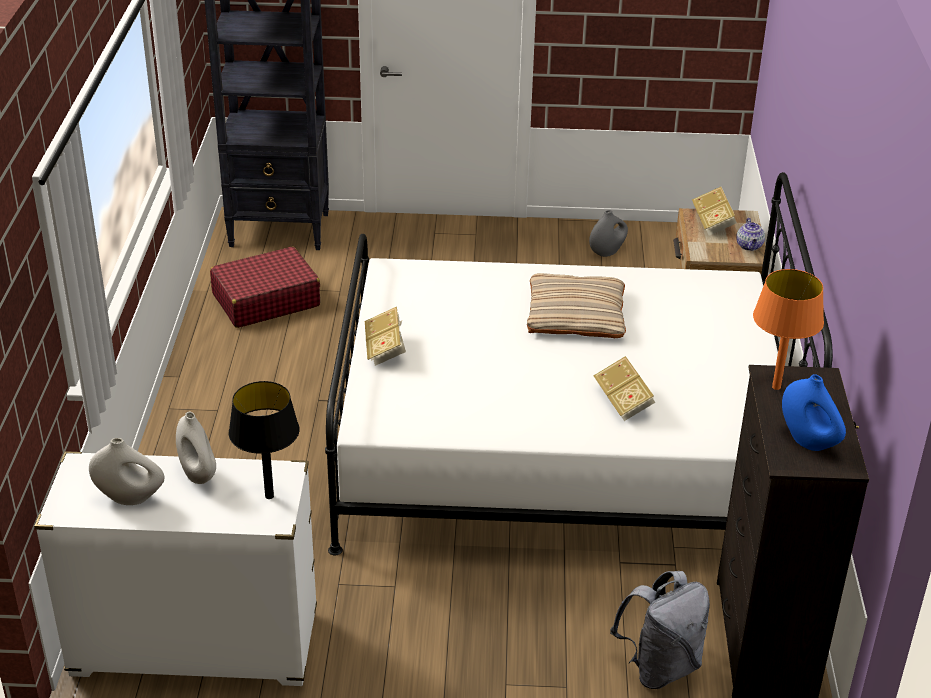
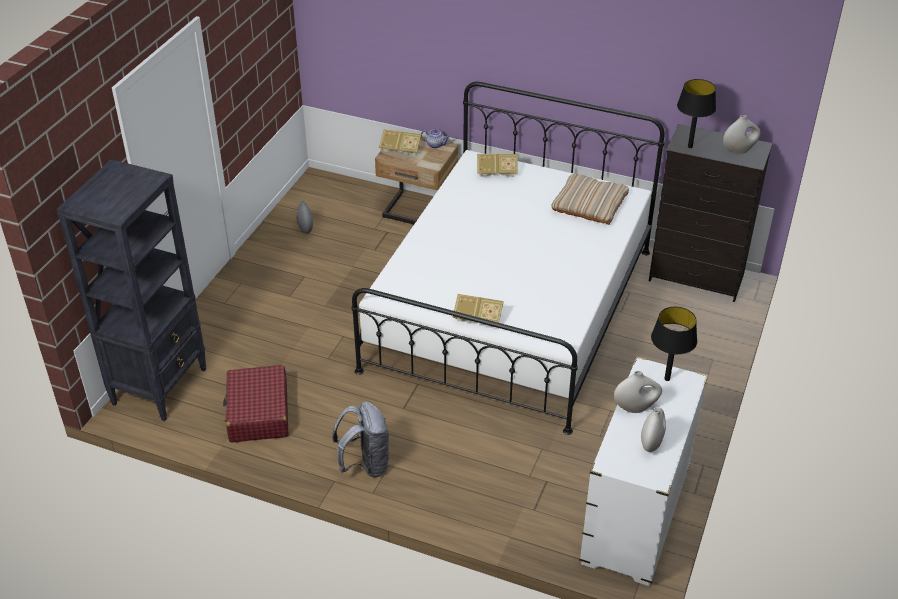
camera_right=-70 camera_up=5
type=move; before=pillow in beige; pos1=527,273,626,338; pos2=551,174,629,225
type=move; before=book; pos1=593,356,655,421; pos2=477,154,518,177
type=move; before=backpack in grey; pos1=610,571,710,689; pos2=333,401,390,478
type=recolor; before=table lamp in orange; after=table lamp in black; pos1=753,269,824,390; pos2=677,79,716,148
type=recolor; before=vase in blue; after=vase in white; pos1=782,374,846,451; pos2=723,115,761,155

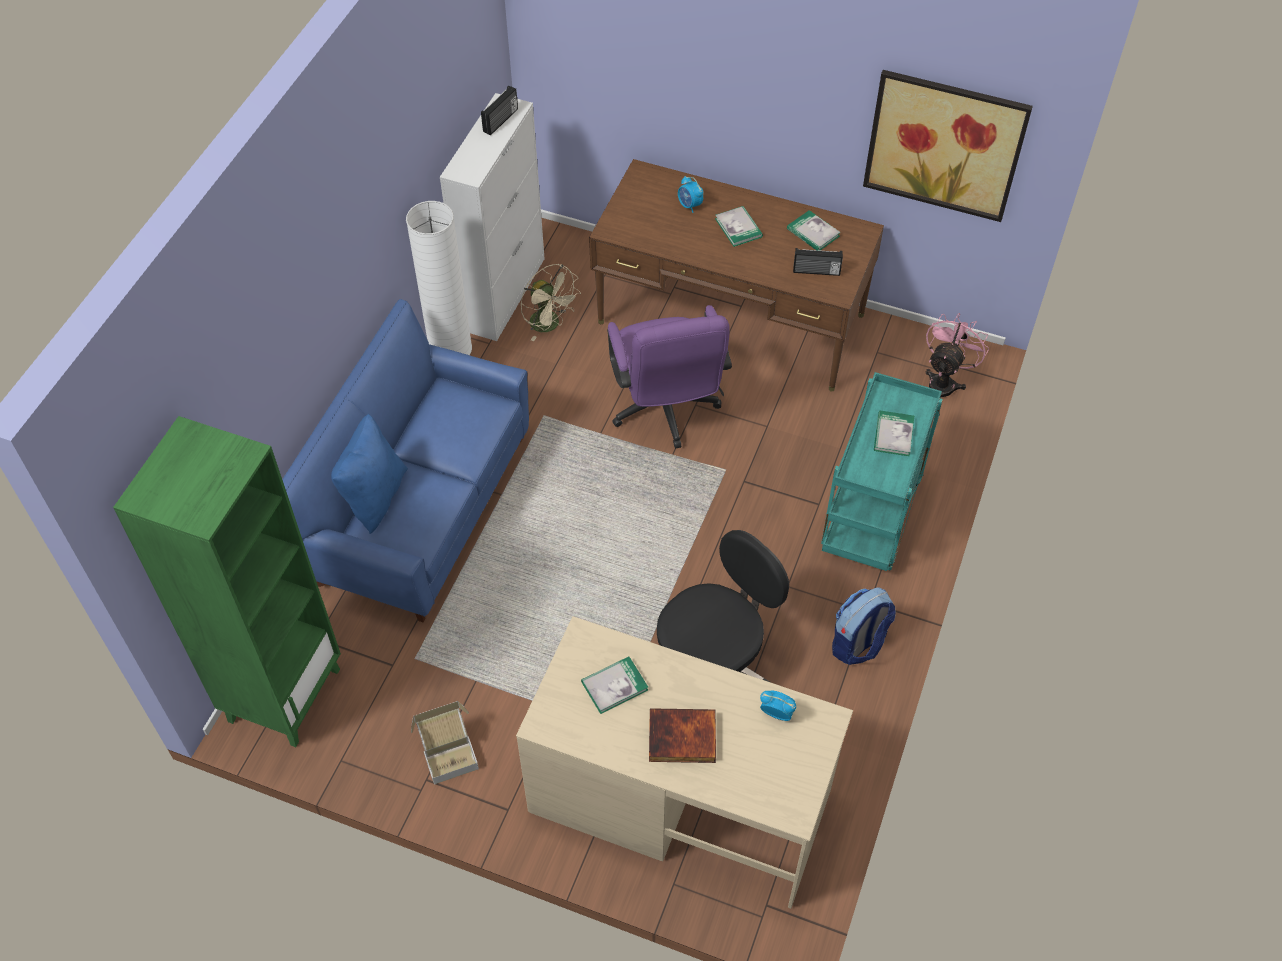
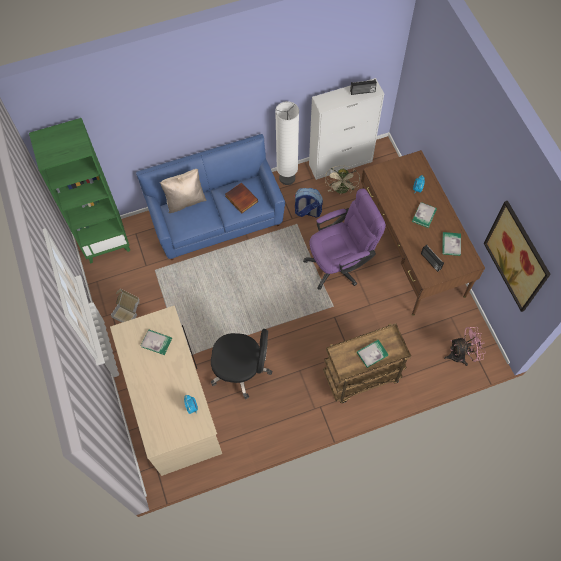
camera_right=50 camera_up=10
type=recolor; before=pillow in blue; after=pillow in beige; pos1=331,414,408,534; pos2=160,169,207,213
type=rotate; before=office chair in purple; pos1=607,305,732,449; pos2=303,188,386,290; turn=-150
type=move; before=book; pos1=649,708,716,763; pos2=225,183,258,214
type=recolor; before=cart in turquoise; after=cart in brown; pos1=821,372,943,571; pos2=323,323,411,403
type=move; before=backpack; pos1=832,587,896,665; pos2=294,188,323,217

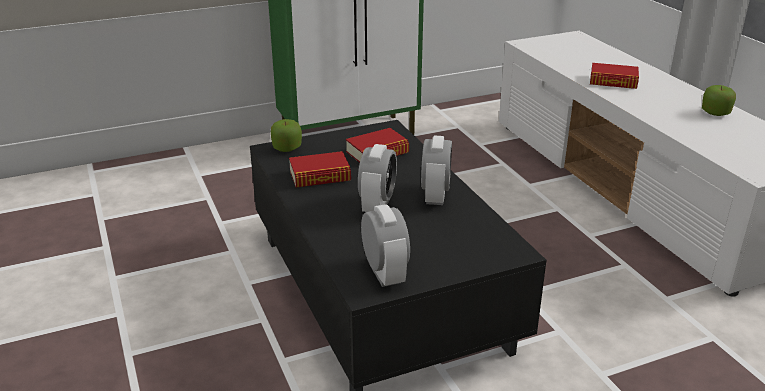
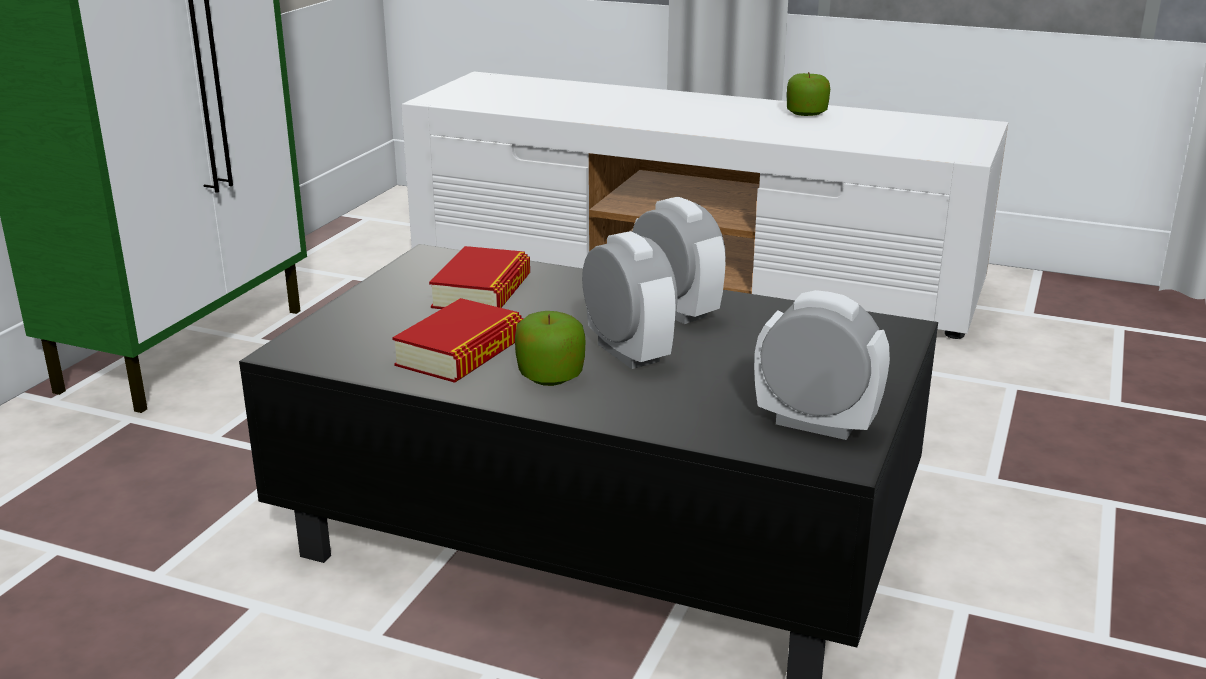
camera_right=-45 camera_up=-5
type=move; before=apple; pos1=271,119,302,152; pos2=515,311,585,386
type=delete; before=book; pos1=590,63,639,89

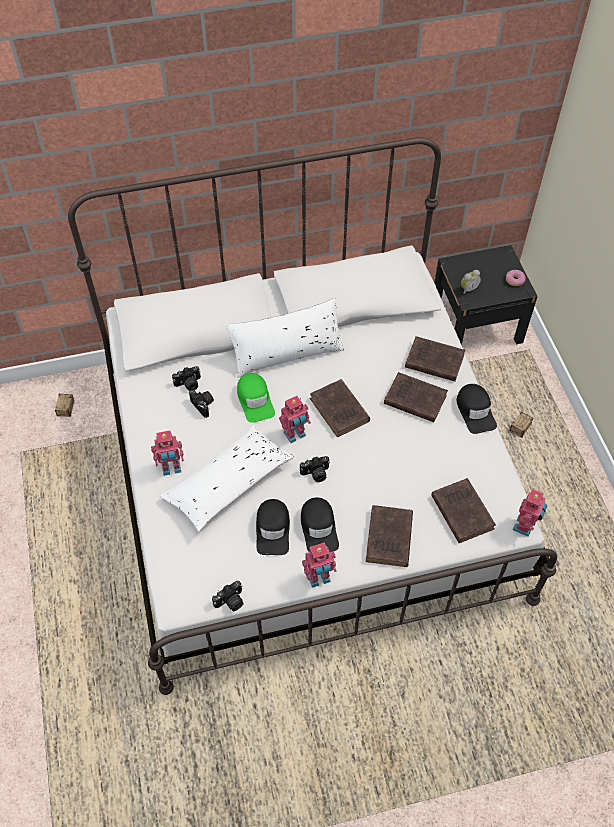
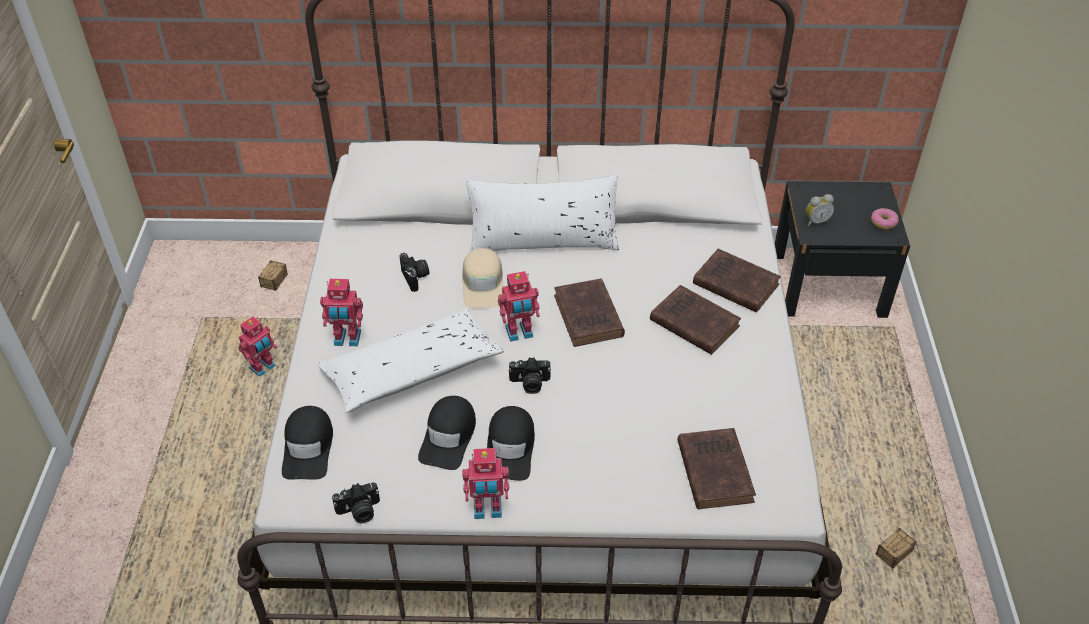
camera_right=15 camera_up=-10
type=delete; before=photo camera; pos1=172,366,201,391
type=recolor; before=cap in green; after=cap in beige; pos1=237,373,275,423; pos2=462,248,503,308
type=delete; before=book in brown; pos1=366,505,413,567
type=move; before=cap in black; pos1=456,384,497,434; pos2=282,406,333,480
type=move; before=storage box; pos1=510,412,533,438; pos2=875,528,916,569
type=move; before=toy robot; pos1=513,489,547,537; pos2=239,317,277,377

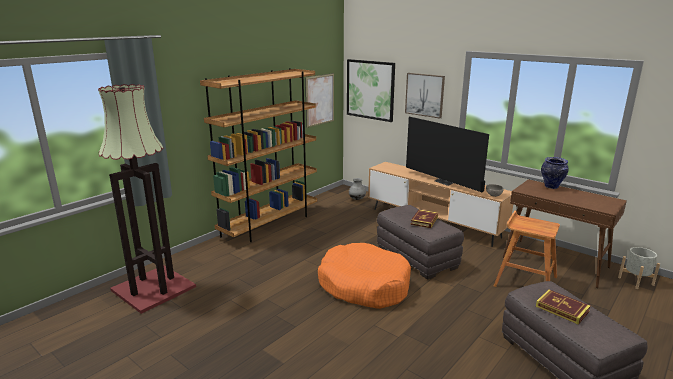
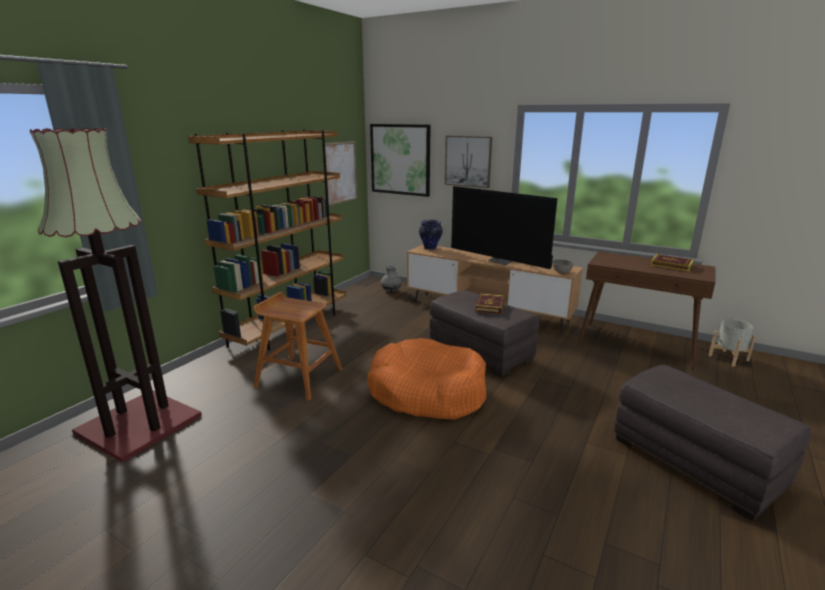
camera_right=-10 camera_up=0
type=move; before=stool in brown; pos1=494,211,560,287; pos2=253,292,342,401
type=move; before=book; pos1=536,290,591,325; pos2=650,254,694,272
type=move; before=vase; pos1=541,157,568,189; pos2=419,220,442,250

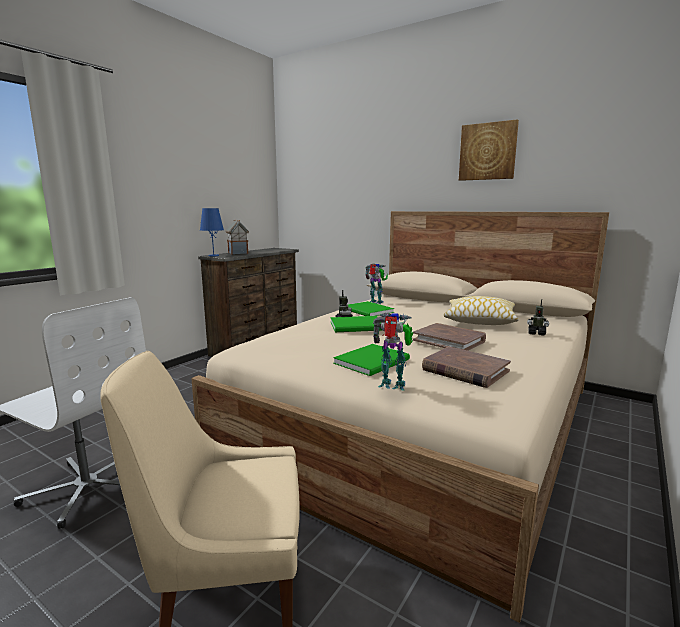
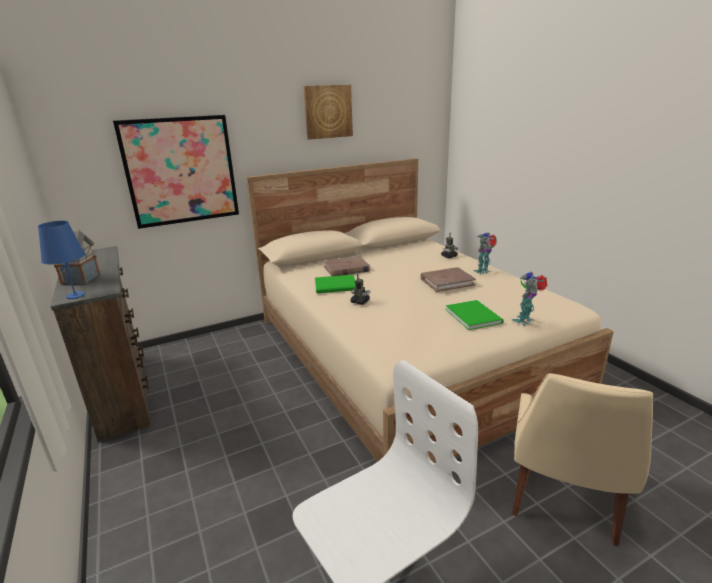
camera_right=-60 camera_up=10
type=delete; before=book in green; pos1=330,316,383,332
type=move; before=toy robot; pos1=365,263,388,304; pos2=474,232,497,275
type=move; before=book in brown; pos1=422,346,511,388; pos2=323,256,370,276
type=delete; before=pillow; pos1=444,296,518,325
type=insert; after=picture; pos2=113,115,239,229

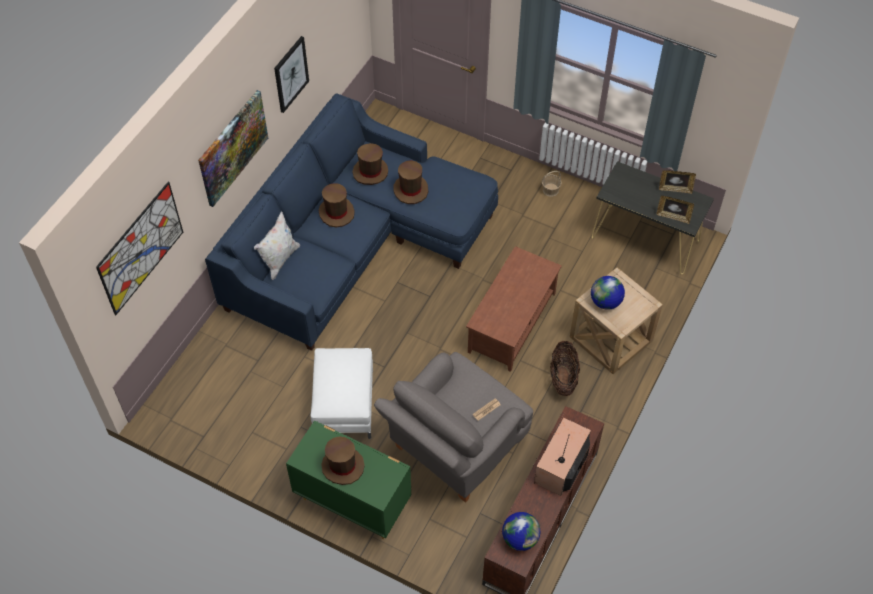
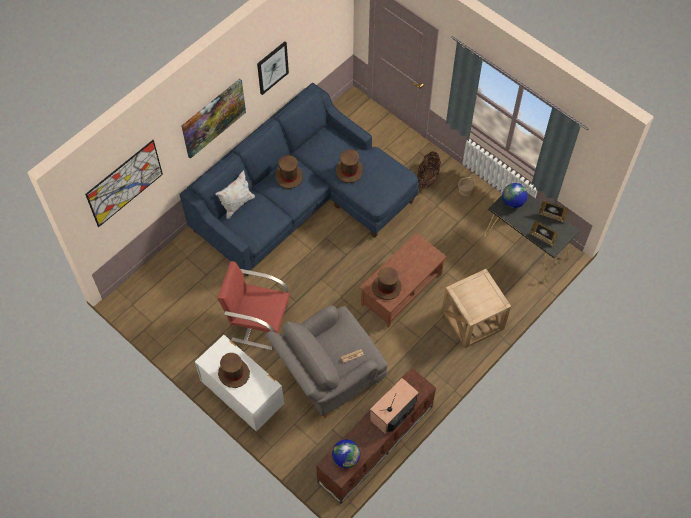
camera_right=15 camera_up=5
type=recolor; before=dresser in green; after=dresser in white; pos1=286,420,411,539; pos2=195,335,284,431
type=replace; before=ottoman in white; after=armchair in red; pos1=311,348,373,439; pos2=217,261,290,351
type=move; before=hat in brown; pos1=353,143,388,185; pos2=372,267,401,300
type=move; before=basket; pos1=550,341,580,396; pos2=417,151,441,189
type=move; before=globe; pos1=591,276,625,310; pos2=502,183,528,208

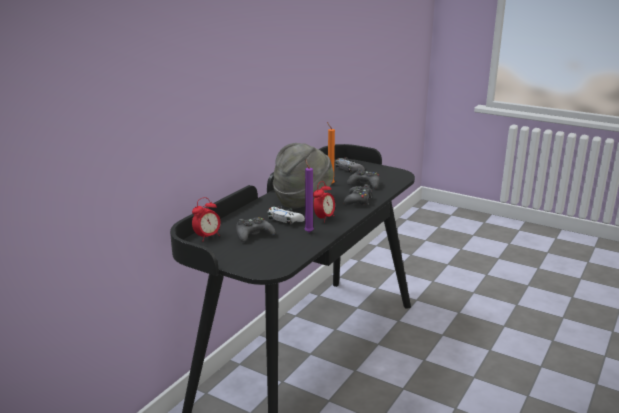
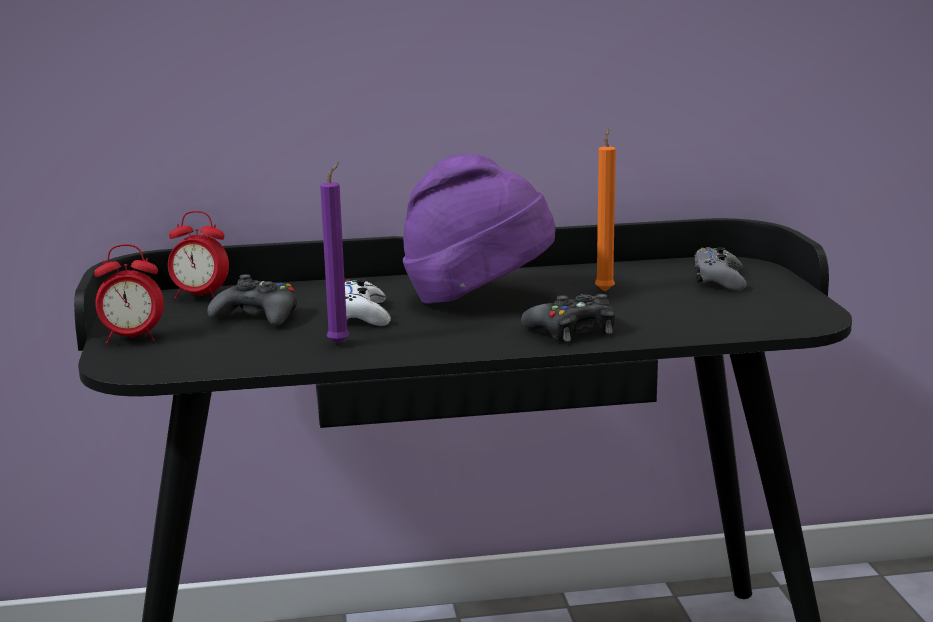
camera_right=50 camera_up=-5
type=recolor; before=hat in grey; after=hat in purple; pos1=273,143,334,209; pos2=403,154,555,304
type=move; before=alarm clock; pos1=313,181,335,223; pos2=94,244,164,344
type=delete; before=game controller in black; pos1=347,168,380,189

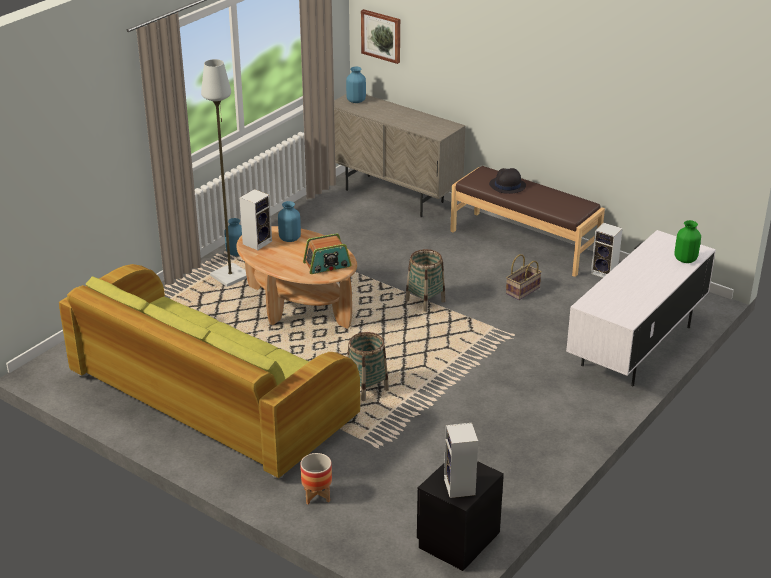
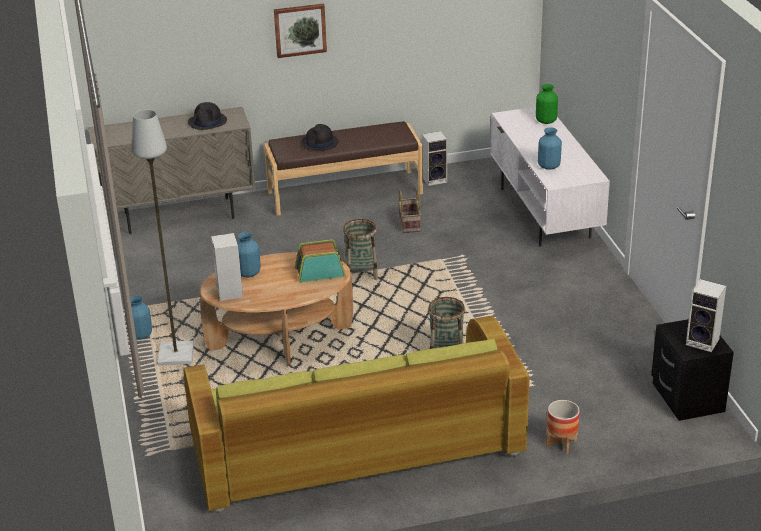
camera_right=-50 camera_up=0
type=rotate; before=radio; pos1=303,233,352,274; pos2=295,239,346,282; turn=-120
type=move; before=vase in blue; pos1=346,67,366,103; pos2=538,127,562,170
type=move; before=picture; pos1=361,9,400,64; pos2=274,3,327,58
type=insert; after=hat in black; pos2=188,102,227,130

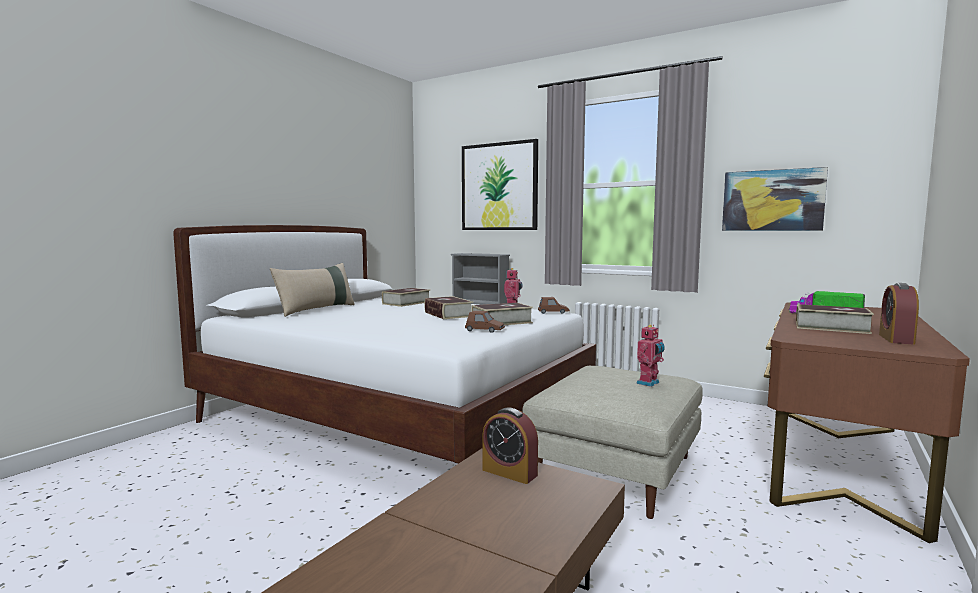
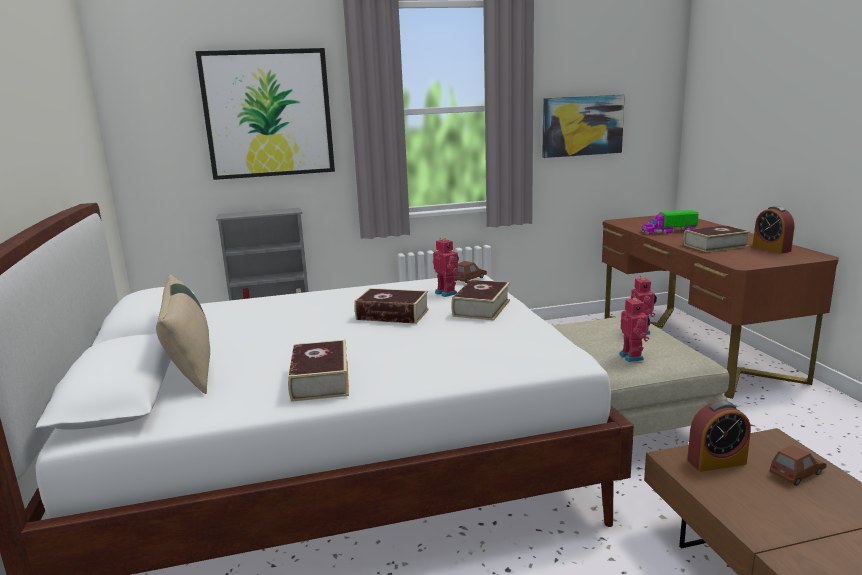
camera_right=-45 camera_up=10
type=move; before=book; pos1=382,288,431,307; pos2=288,340,349,402
type=move; before=toy car in brown; pos1=465,311,505,333; pos2=770,445,827,486
type=insert; after=toy robot; pos2=619,298,650,362

